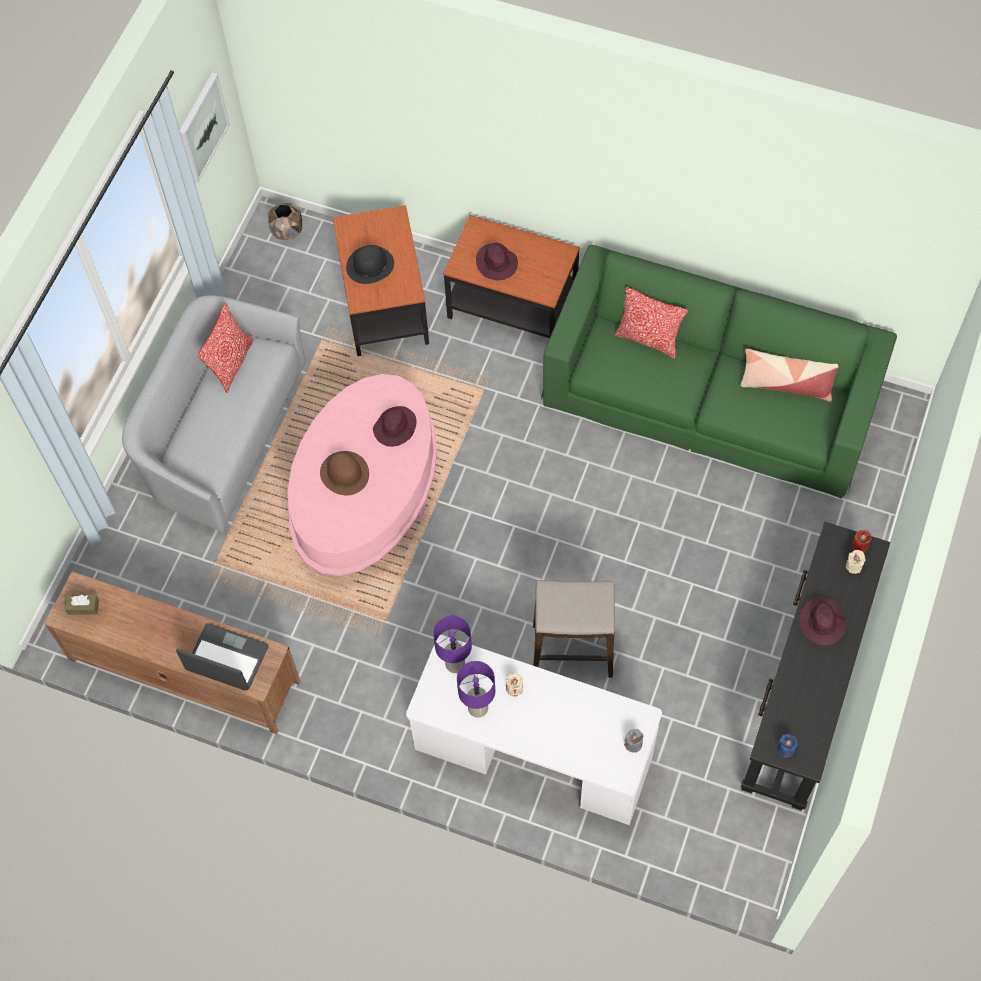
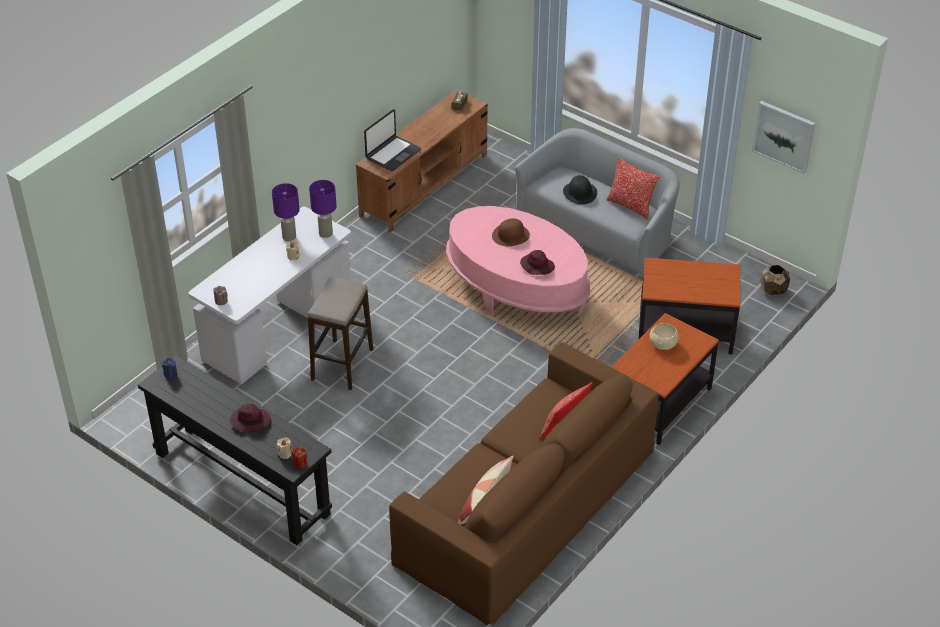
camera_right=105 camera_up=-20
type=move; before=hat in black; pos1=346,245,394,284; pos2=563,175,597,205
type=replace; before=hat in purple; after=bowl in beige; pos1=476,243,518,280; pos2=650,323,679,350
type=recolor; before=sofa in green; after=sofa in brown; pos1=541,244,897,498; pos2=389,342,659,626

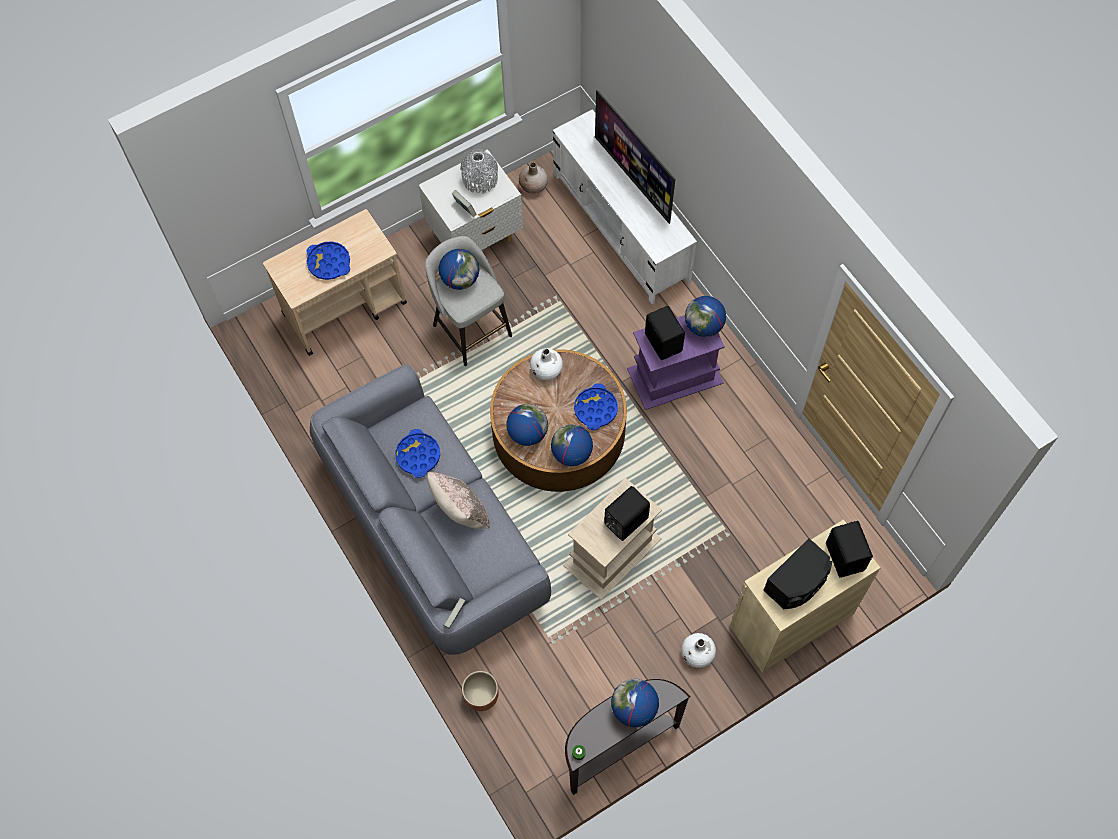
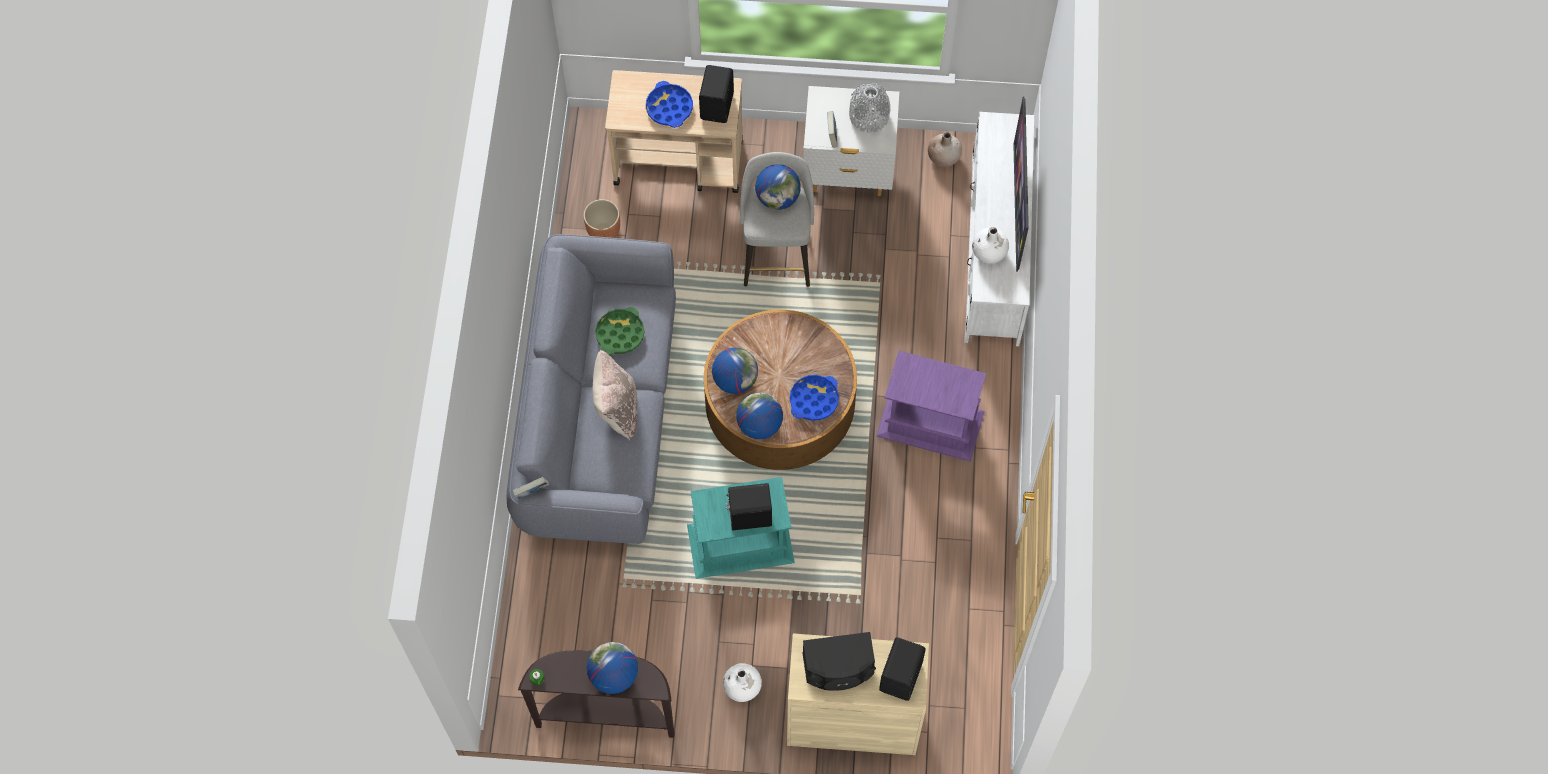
camera_right=35 camera_up=0
type=recolor; before=tray in blue; after=tray in green; pos1=395,429,440,478; pos2=595,307,644,355
type=move; before=planter in brown; pos1=462,671,499,711; pos2=583,199,620,238
type=move; before=vase in white; pos1=530,348,563,380; pos2=972,227,1009,264
type=recolor; before=side table in beige; after=side table in turquoise; pos1=563,478,662,600; pos2=687,477,795,579
type=move; before=speaker in black; pos1=645,306,685,360; pos2=699,65,734,123
type=delete; before=globe; pos1=685,296,726,337

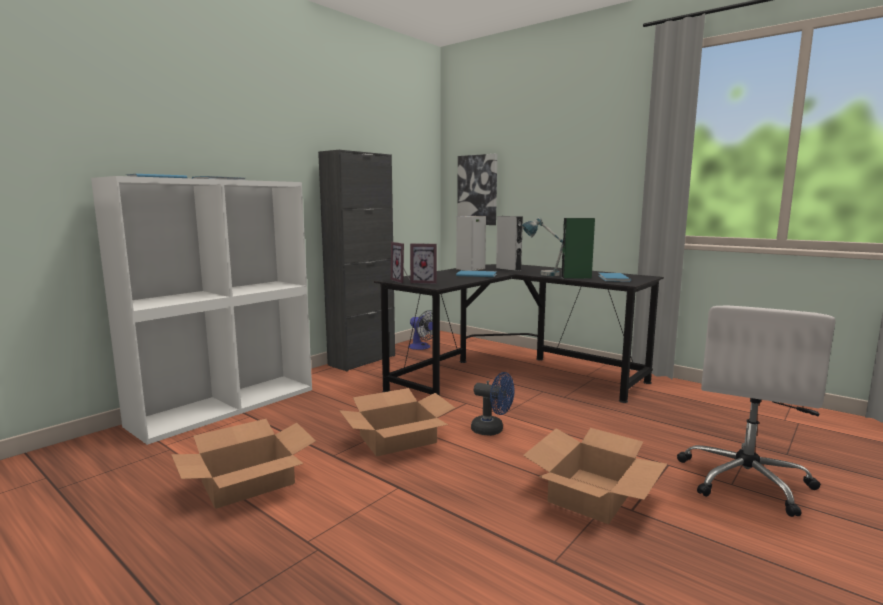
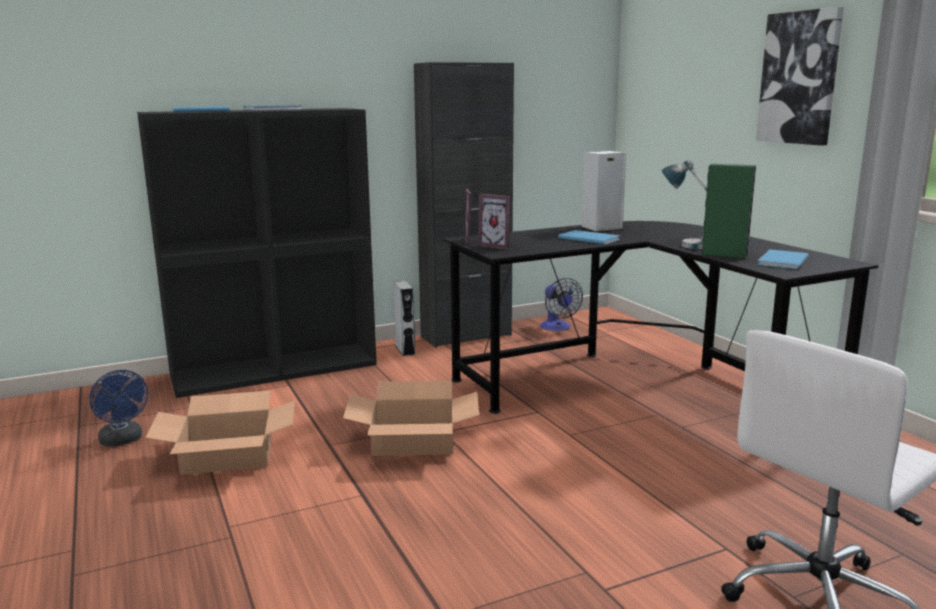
camera_right=25 camera_up=5
type=recolor; before=bookcase in white; after=bookcase in black; pos1=91,176,312,445; pos2=137,108,377,398
type=move; before=picture; pos1=457,154,497,225; pos2=756,7,844,146
type=move; before=fan in blue; pos1=471,372,515,436; pos2=89,370,148,447
type=move; before=speaker in grey; pos1=496,216,523,271; pos2=394,281,415,356
type=delete; before=cardboard box; pos1=523,428,667,524

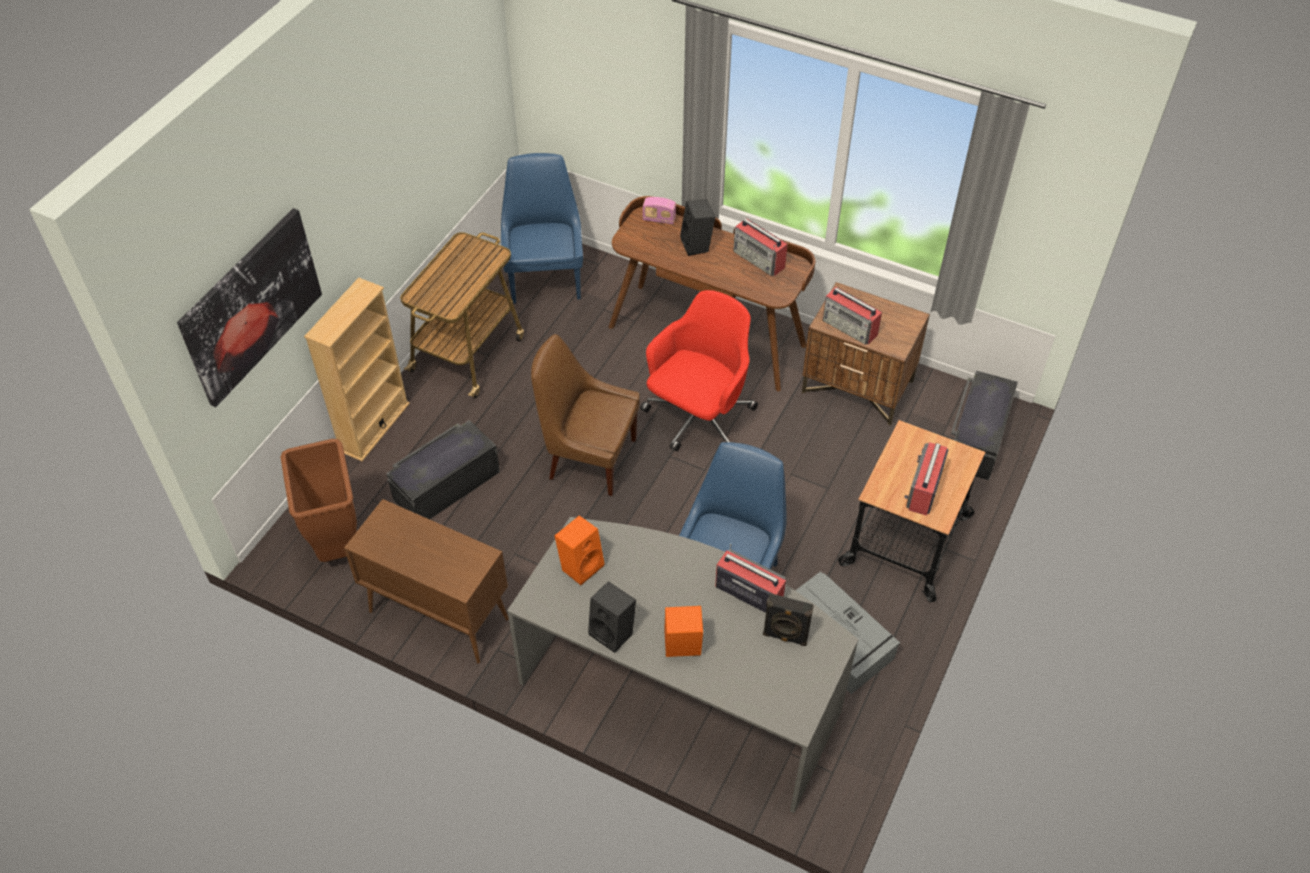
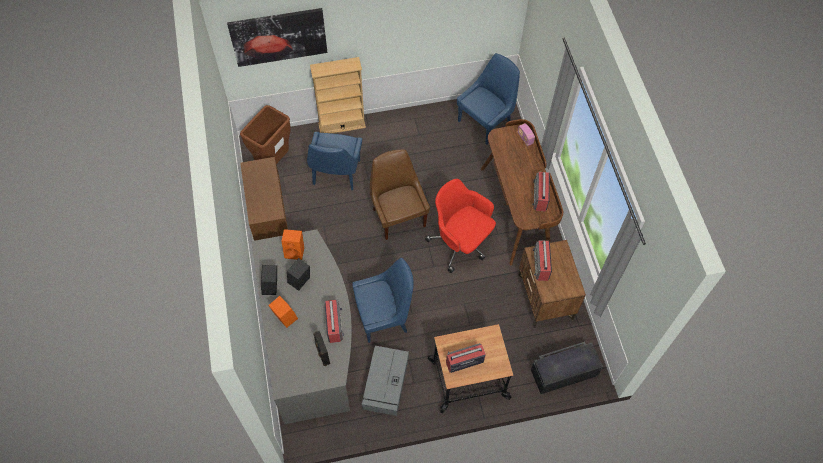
camera_right=50 camera_up=10
type=replace; before=storage box in black; after=chair in blue; pos1=386,420,500,519; pos2=307,132,362,190
type=delete; before=cart; pos1=400,232,524,398
type=rotate; before=office chair in red; pos1=640,290,758,451; pos2=425,179,496,273; turn=-135
type=move; before=speaker in black; pos1=680,199,715,256; pos2=287,258,310,291

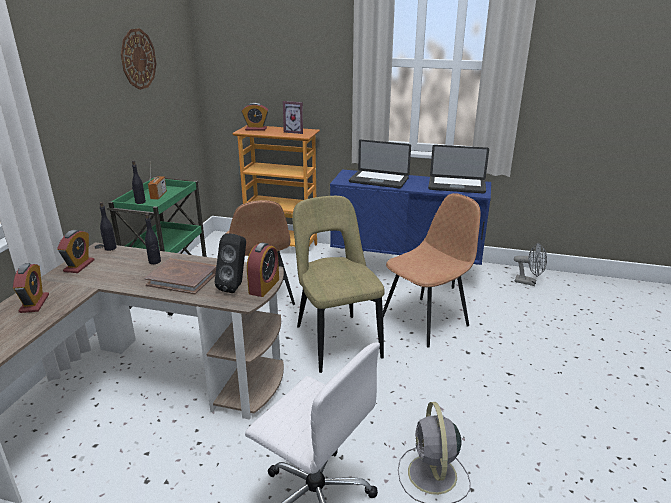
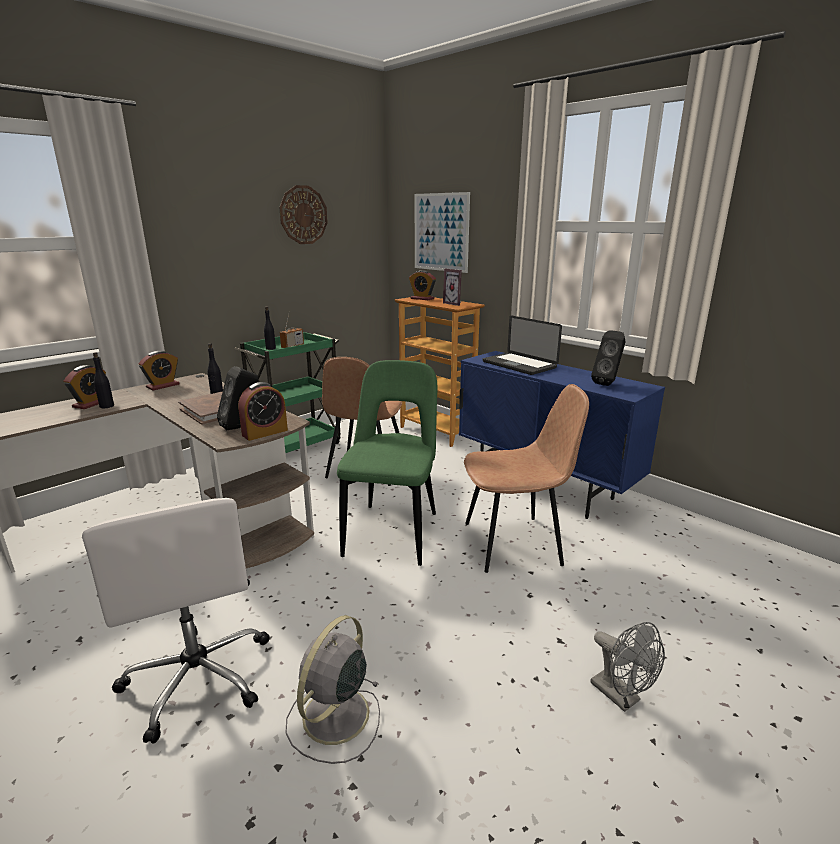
camera_right=30 camera_up=-5
type=move; before=bottle in black; pos1=100,202,117,251; pos2=93,352,114,408
type=recolor; before=chair in beige; after=chair in green; pos1=293,196,385,373; pos2=337,360,437,566
type=replace; before=laptop; after=speaker in black; pos1=428,145,489,194; pos2=591,331,625,386
type=move; before=fan in grey; pos1=514,243,547,286; pos2=591,622,665,712
type=insert; after=picture; pos2=415,192,470,273

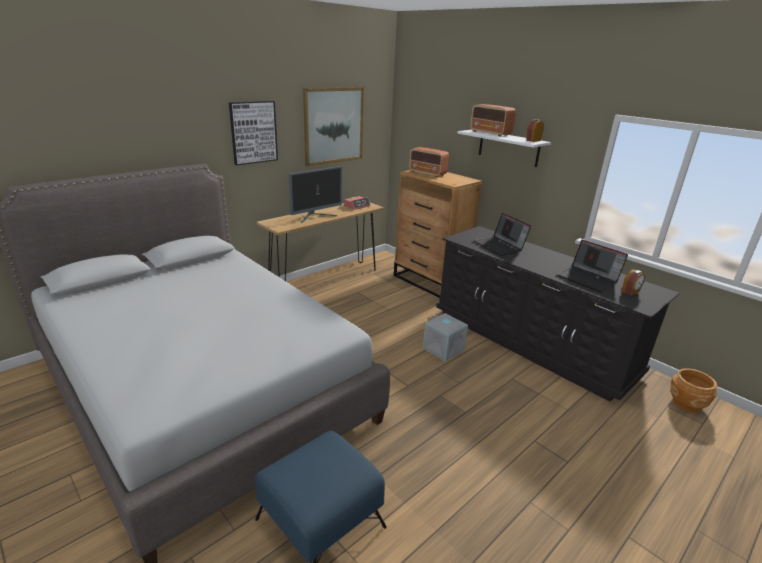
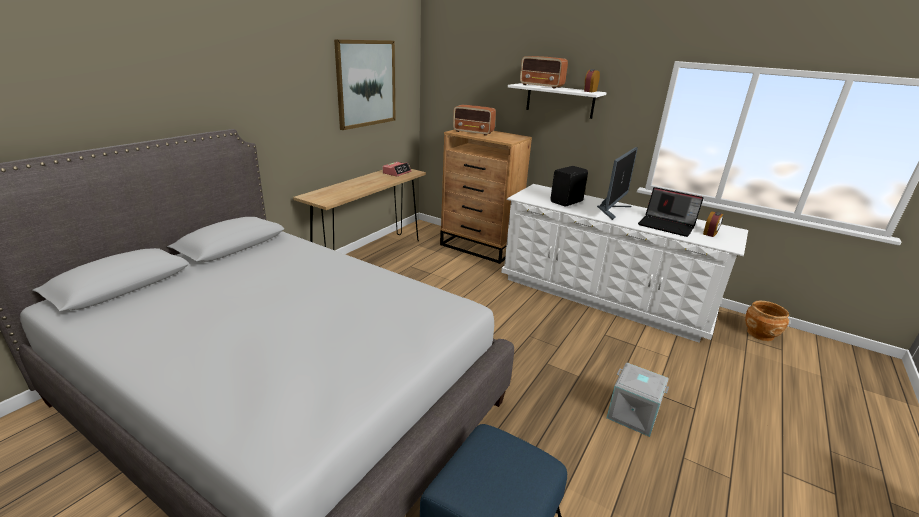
camera_right=-15 camera_up=0
type=delete; before=picture; pos1=229,101,278,165
type=move; before=monitor; pos1=289,166,342,223; pos2=597,147,638,220
type=move; before=storage box in grey; pos1=423,313,468,361; pos2=606,363,669,437
type=recolor; before=dresser in black; after=dresser in white; pos1=436,226,679,402; pos2=501,184,748,343
type=replace; before=laptop; after=speaker in black; pos1=474,213,531,256; pos2=550,166,588,207

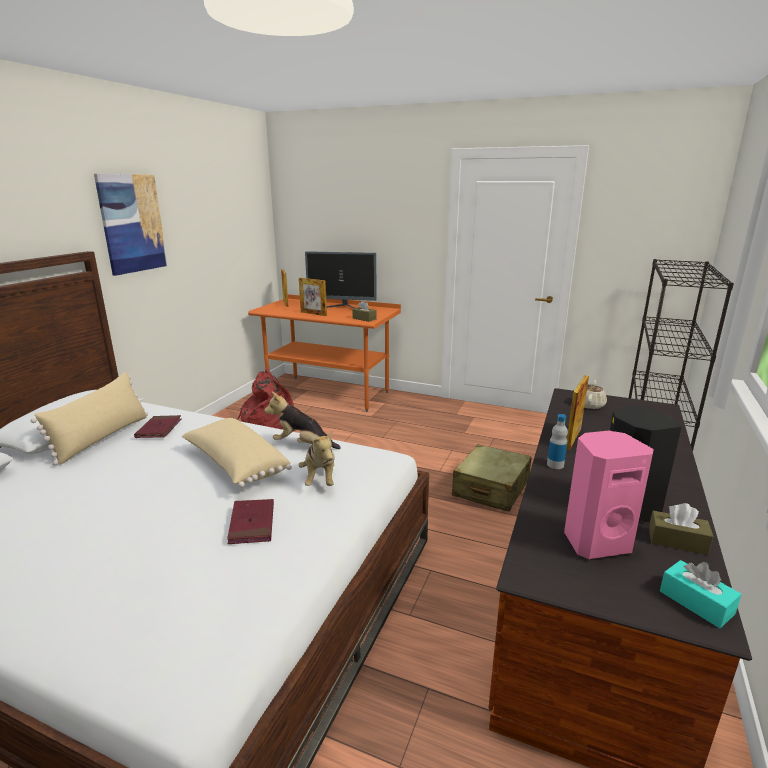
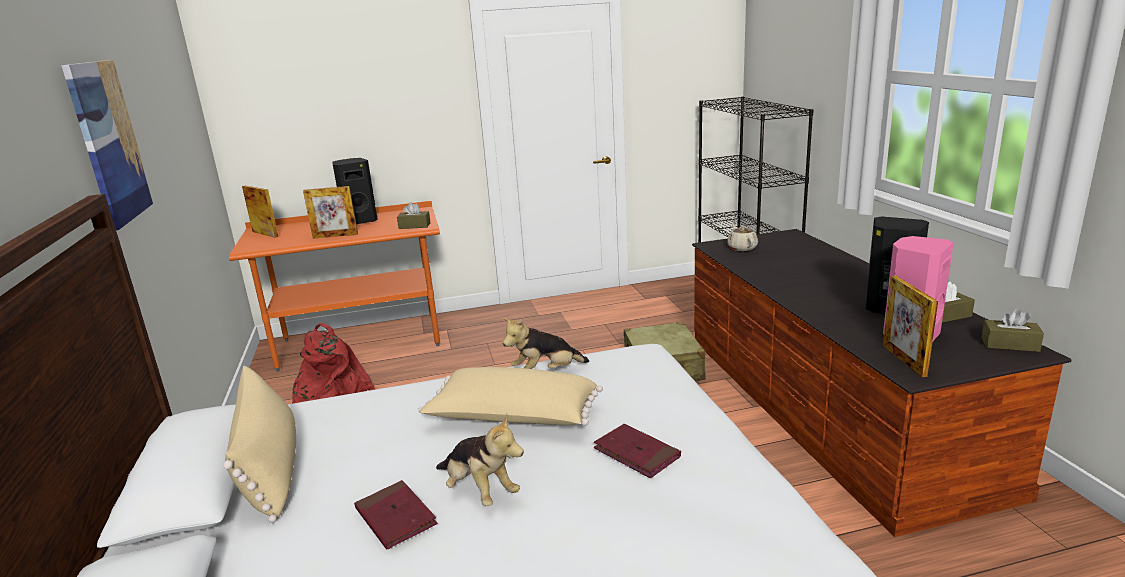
camera_right=-35 camera_up=0
type=move; before=book in red; pos1=134,415,182,438; pos2=354,480,438,550
type=move; before=plush toy; pos1=299,431,335,486; pos2=436,414,524,506
type=replace; before=monitor; after=speaker in black; pos1=305,251,377,309; pos2=332,158,378,224
type=delete; before=bottle; pos1=547,414,568,469
type=move; before=picture frame; pos1=566,375,589,450; pos2=883,276,938,377
type=recolor; before=tissue box in turquoise; after=tissue box in brown; pos1=660,560,742,628; pos2=982,309,1044,352

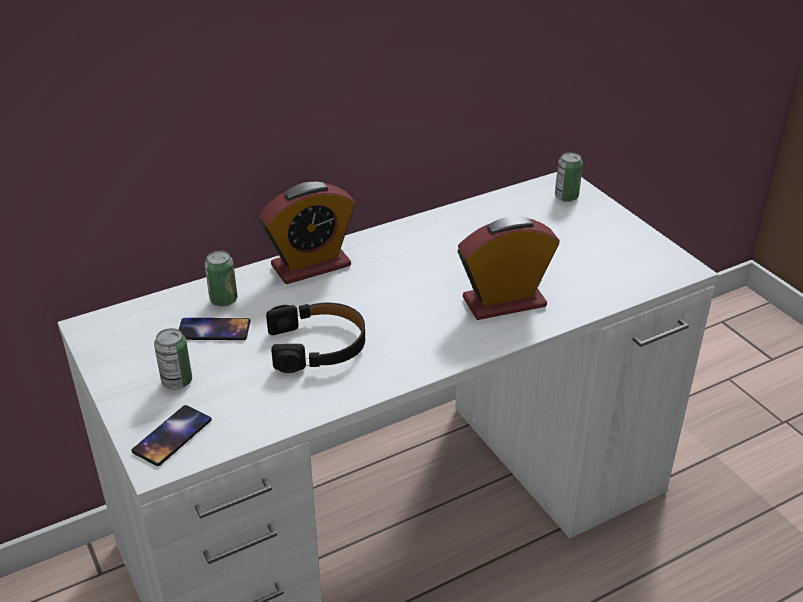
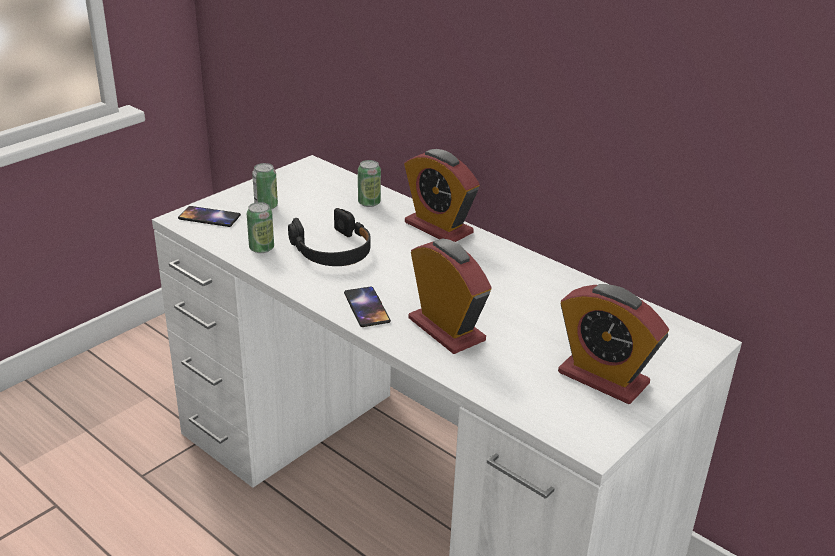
camera_right=70 camera_up=-5
type=move; before=phone; pos1=179,318,250,340; pos2=344,287,391,327
type=move; before=can; pos1=555,152,583,202; pos2=247,202,274,253
type=insert; after=alarm clock; pos2=558,284,669,404

